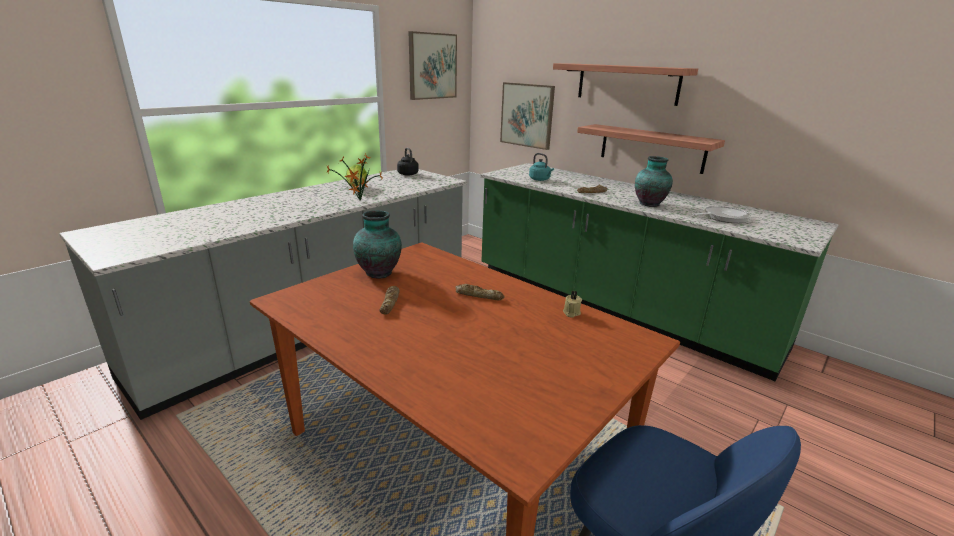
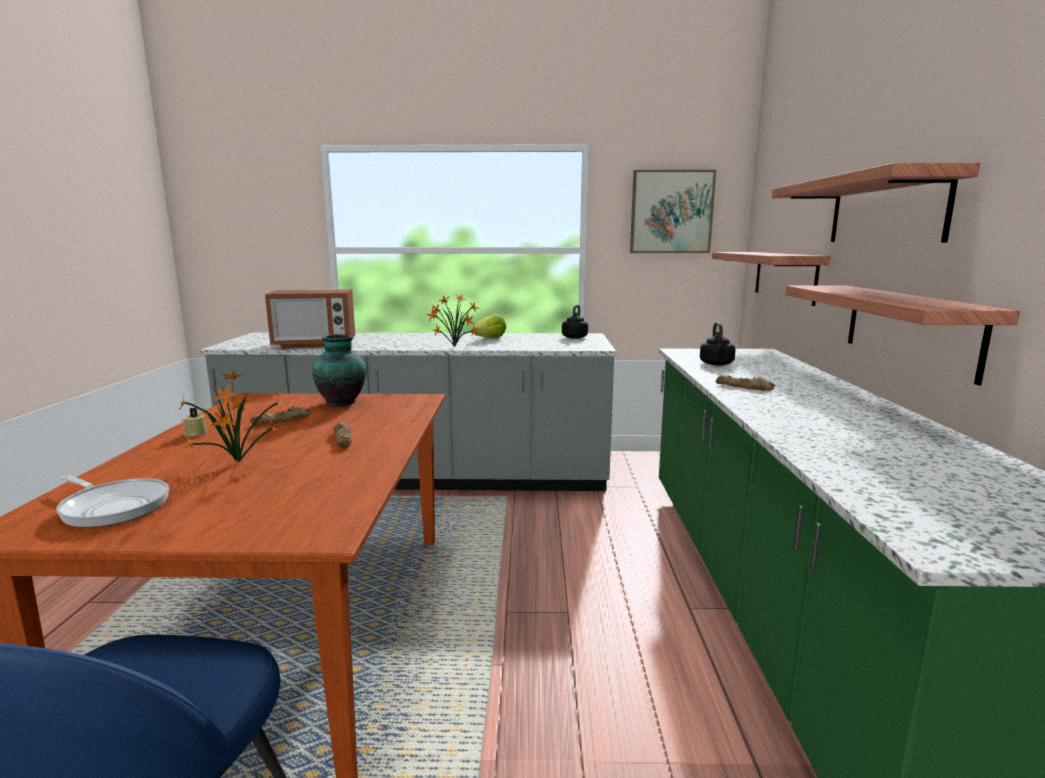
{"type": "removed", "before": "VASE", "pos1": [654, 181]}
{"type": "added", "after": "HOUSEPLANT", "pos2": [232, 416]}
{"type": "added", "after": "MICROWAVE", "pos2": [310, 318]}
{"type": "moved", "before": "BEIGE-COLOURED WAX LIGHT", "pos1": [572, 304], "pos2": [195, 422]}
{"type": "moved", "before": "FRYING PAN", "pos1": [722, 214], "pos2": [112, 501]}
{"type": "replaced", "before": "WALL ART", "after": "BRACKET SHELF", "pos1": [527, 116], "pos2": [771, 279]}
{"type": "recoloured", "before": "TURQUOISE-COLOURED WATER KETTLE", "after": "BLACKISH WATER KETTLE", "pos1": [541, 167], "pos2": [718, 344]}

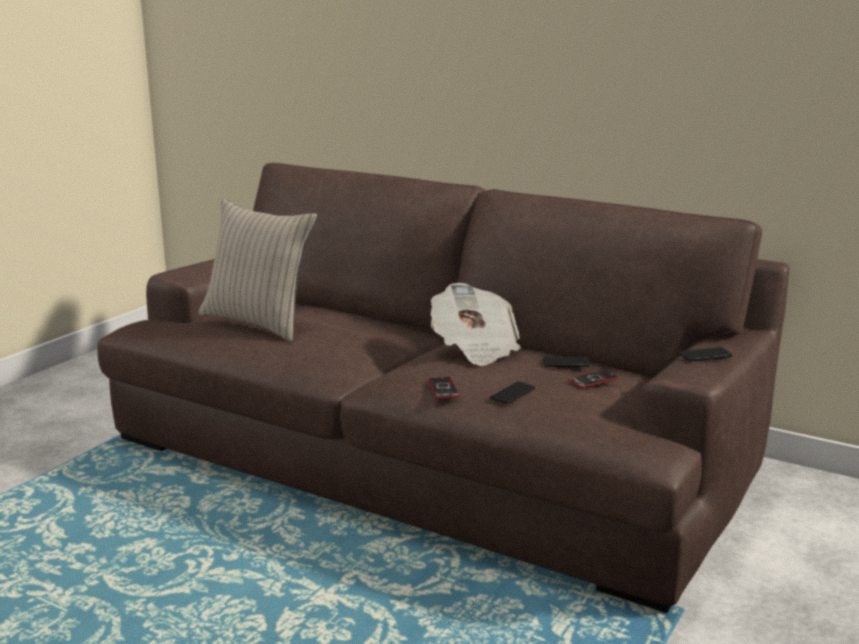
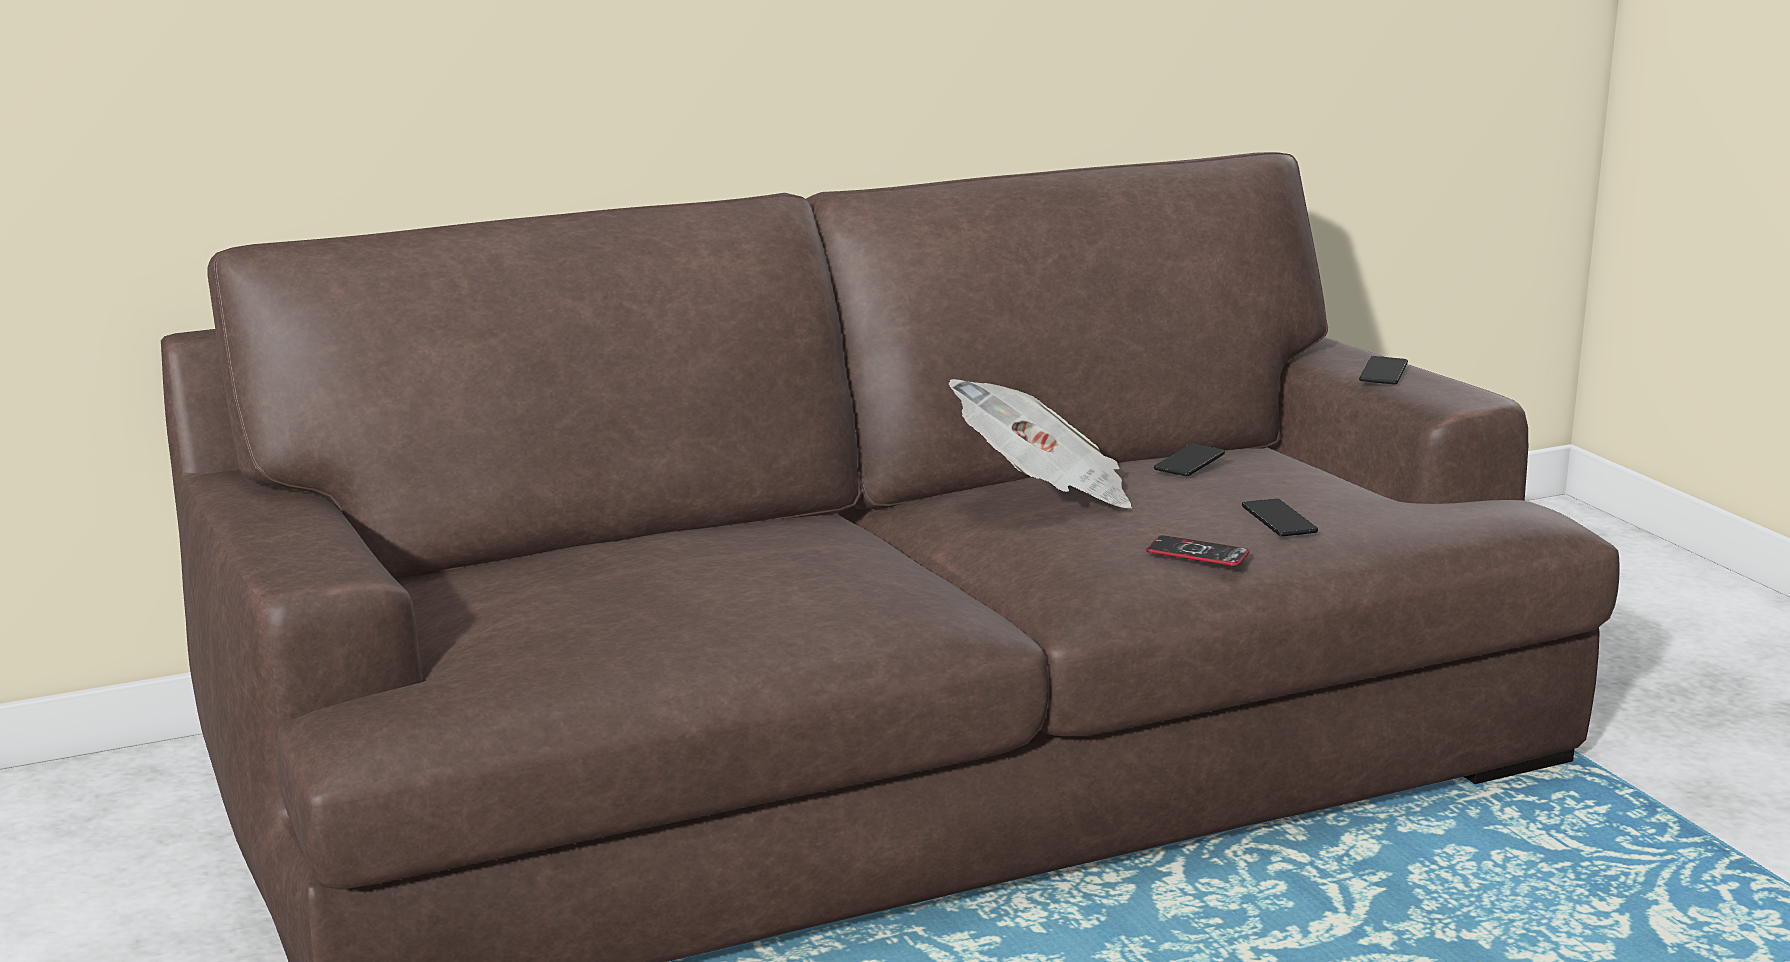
{"type": "removed", "before": "BEIGE-COLOURED CUSHION", "pos1": [258, 270]}
{"type": "removed", "before": "HANDSET", "pos1": [593, 379]}

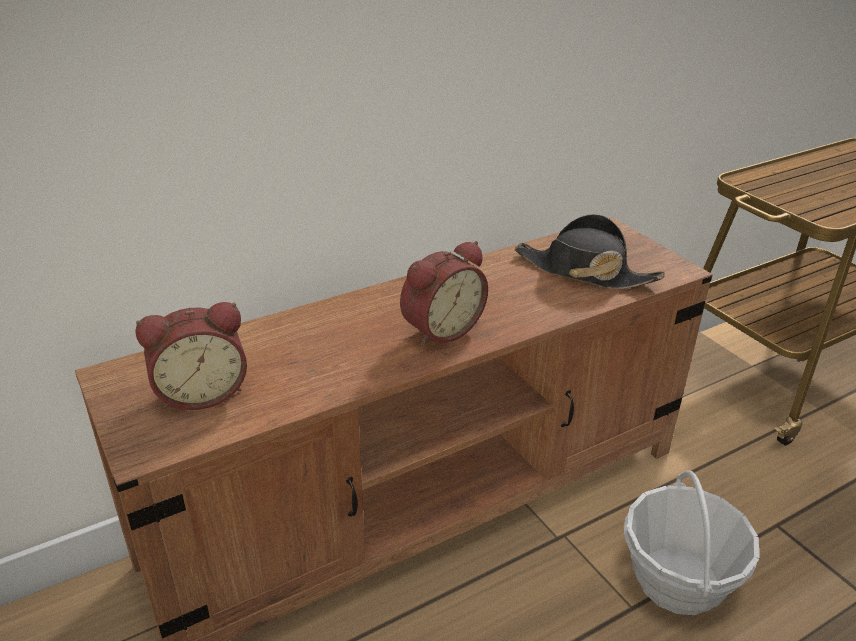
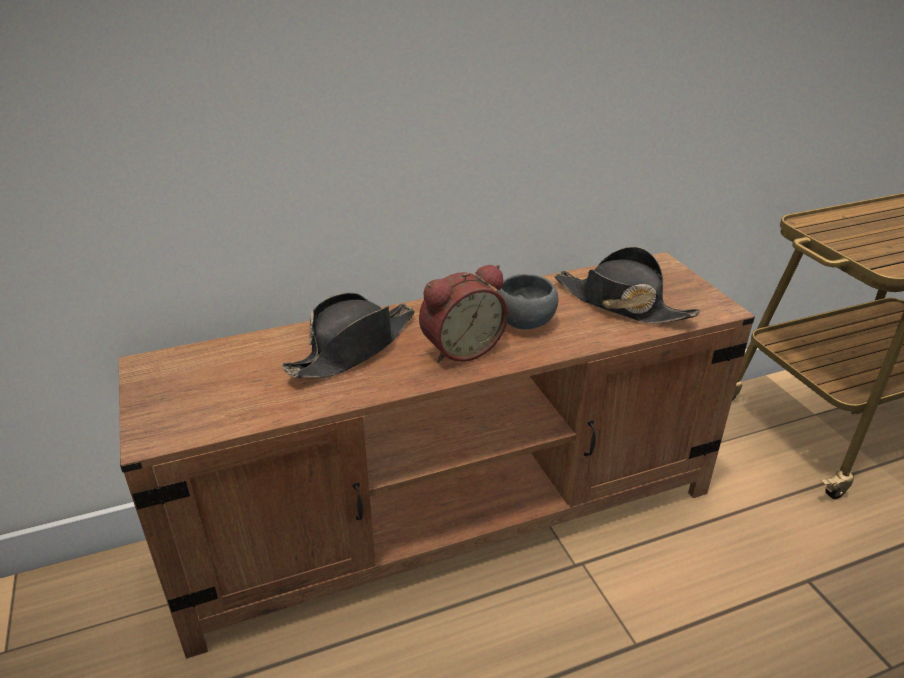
{"type": "removed", "before": "BEDSIDE CLOCK", "pos1": [191, 356]}
{"type": "removed", "before": "STORAGE BASKET", "pos1": [691, 542]}
{"type": "added", "after": "BLACKISH HAT", "pos2": [348, 335]}
{"type": "added", "after": "GRAY DEEP DISH", "pos2": [527, 301]}

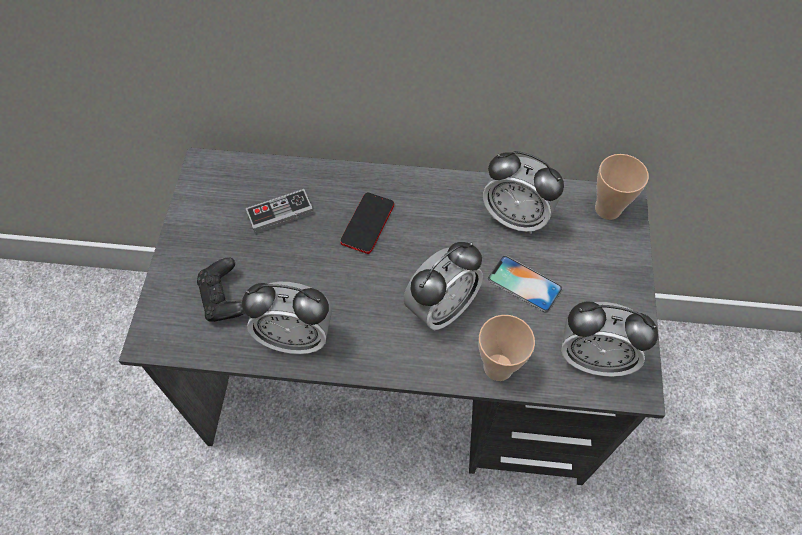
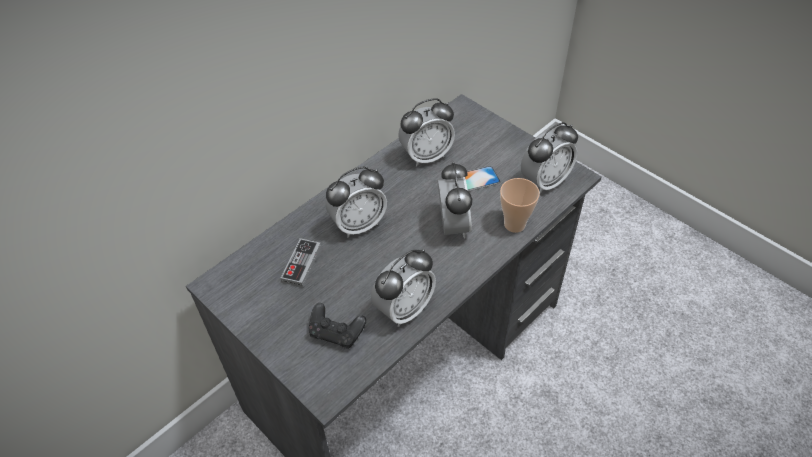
{"type": "removed", "before": "SMALL CUP", "pos1": [622, 187]}
{"type": "replaced", "before": "HANDSET", "after": "BEDSIDE CLOCK", "pos1": [367, 223], "pos2": [356, 202]}

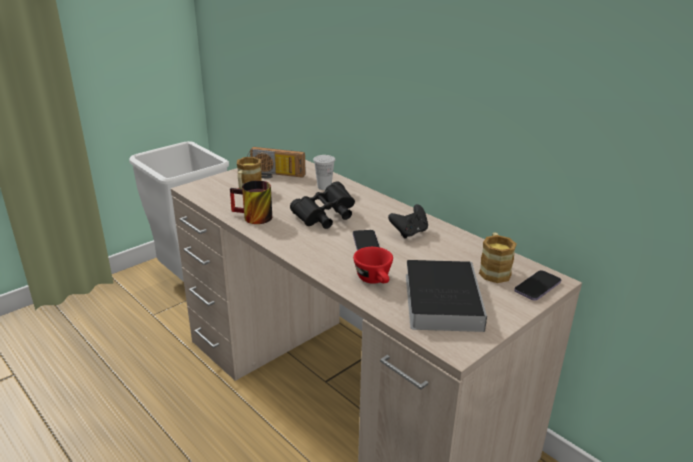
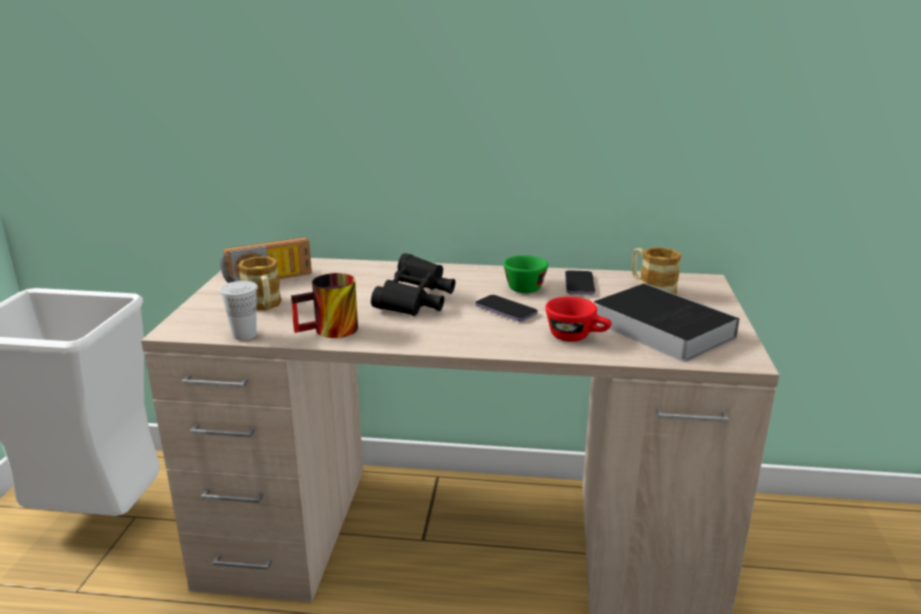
{"type": "moved", "before": "WHITE-COLOURED SMALL CUP", "pos1": [324, 172], "pos2": [238, 310]}
{"type": "moved", "before": "HANDSET", "pos1": [537, 285], "pos2": [580, 282]}
{"type": "replaced", "before": "BLACKISH GAME CONTROLLER", "after": "GREENISH SMALL CUP", "pos1": [408, 221], "pos2": [525, 274]}

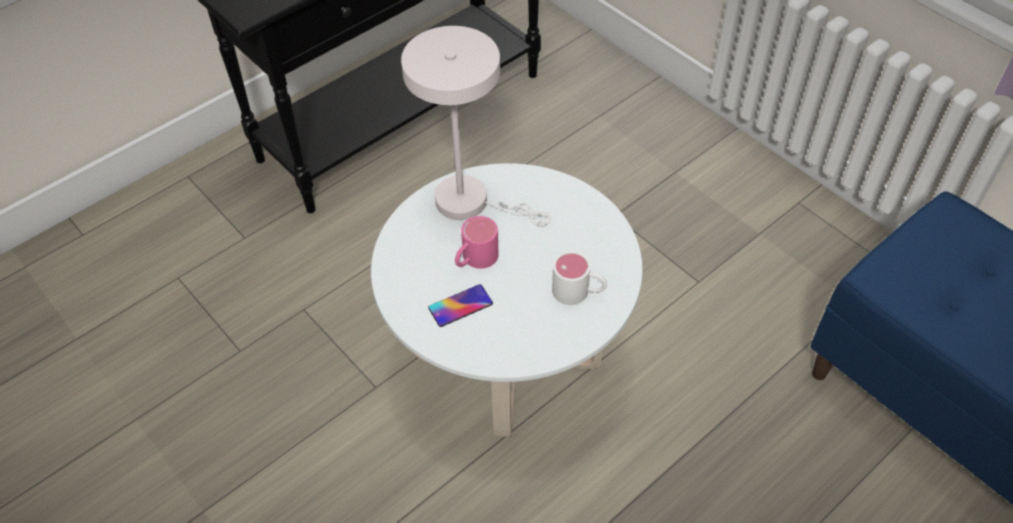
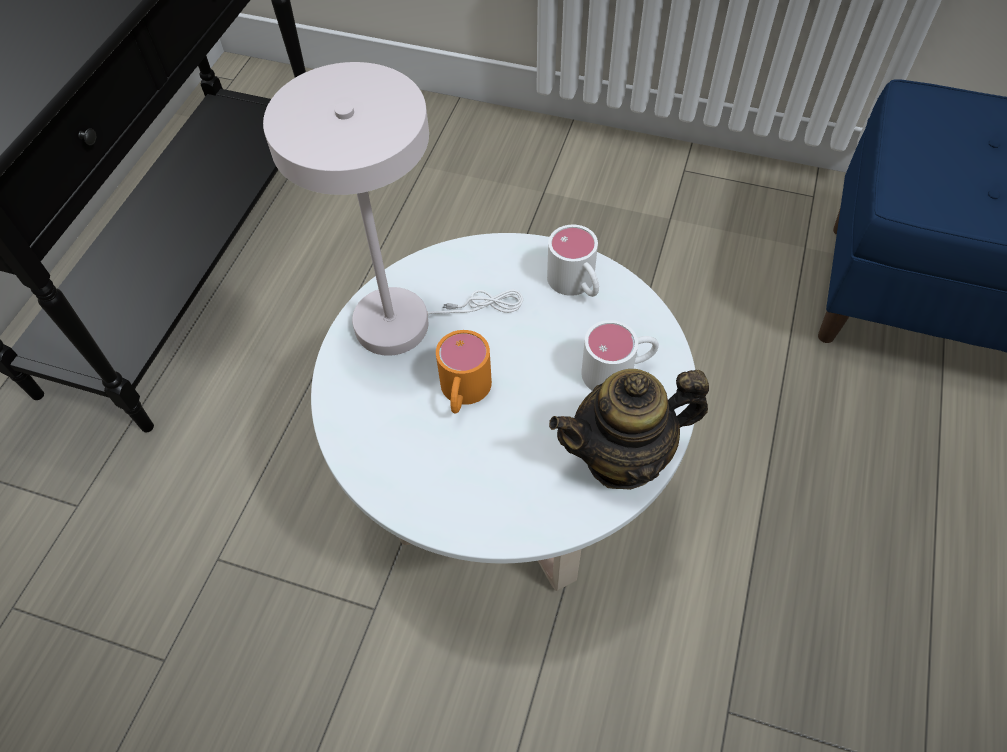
{"type": "removed", "before": "HANDSET", "pos1": [460, 305]}
{"type": "added", "after": "WHITE-COLOURED MUG", "pos2": [573, 261]}
{"type": "added", "after": "TEAPOT", "pos2": [629, 429]}
{"type": "recoloured", "before": "PINKISH MUG", "after": "ORANGE-COLOURED MUG", "pos1": [477, 242], "pos2": [464, 372]}

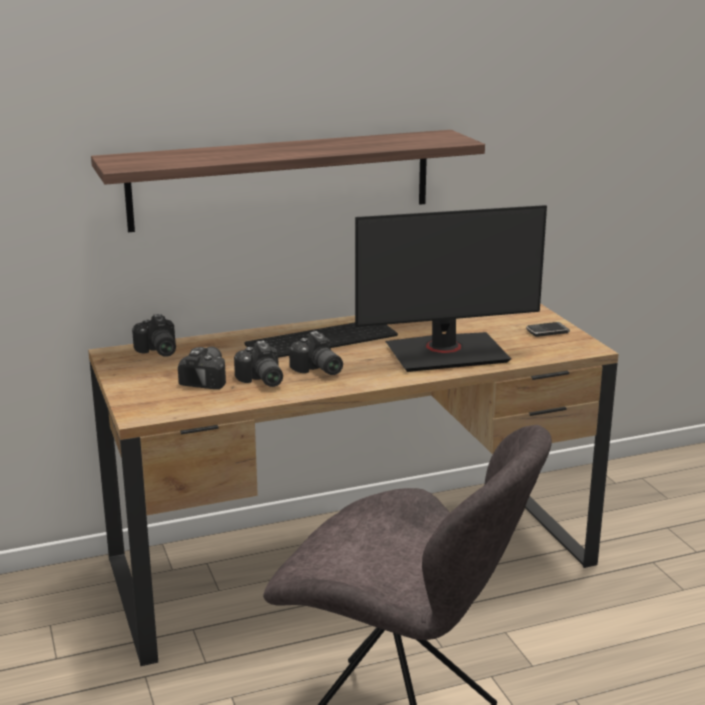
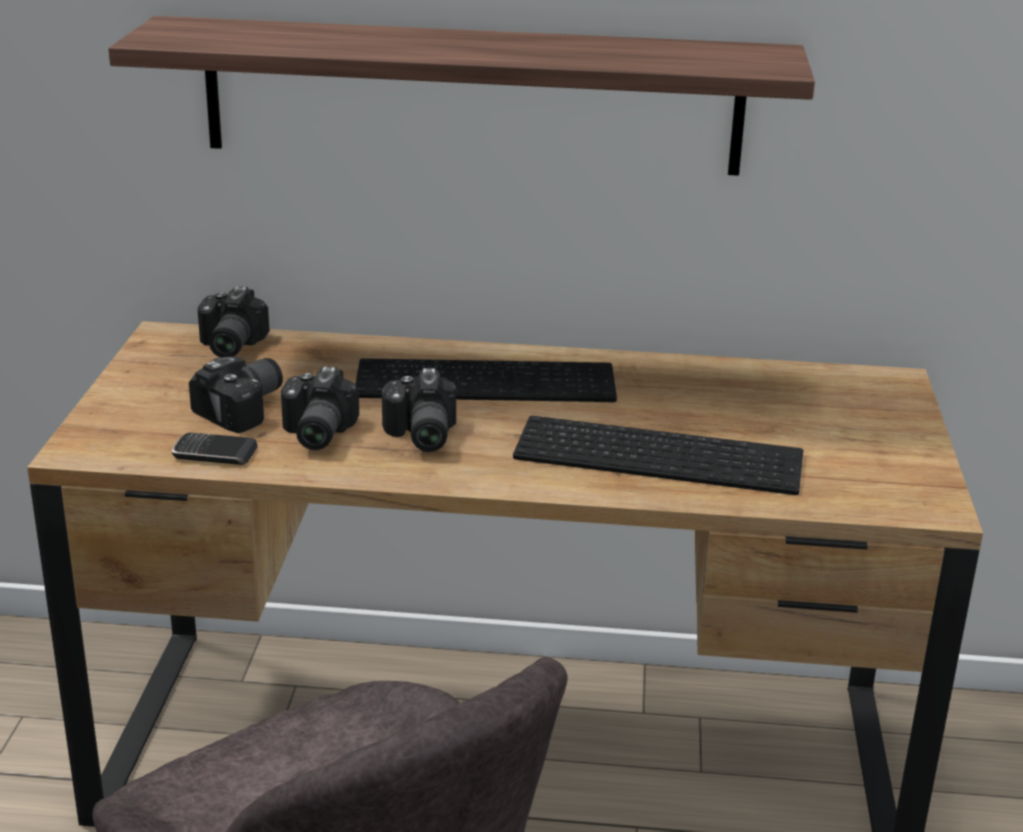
{"type": "moved", "before": "HANDSET", "pos1": [548, 329], "pos2": [215, 448]}
{"type": "replaced", "before": "COMPUTER SCREEN", "after": "COMPUTER KEYBOARD", "pos1": [451, 288], "pos2": [658, 455]}

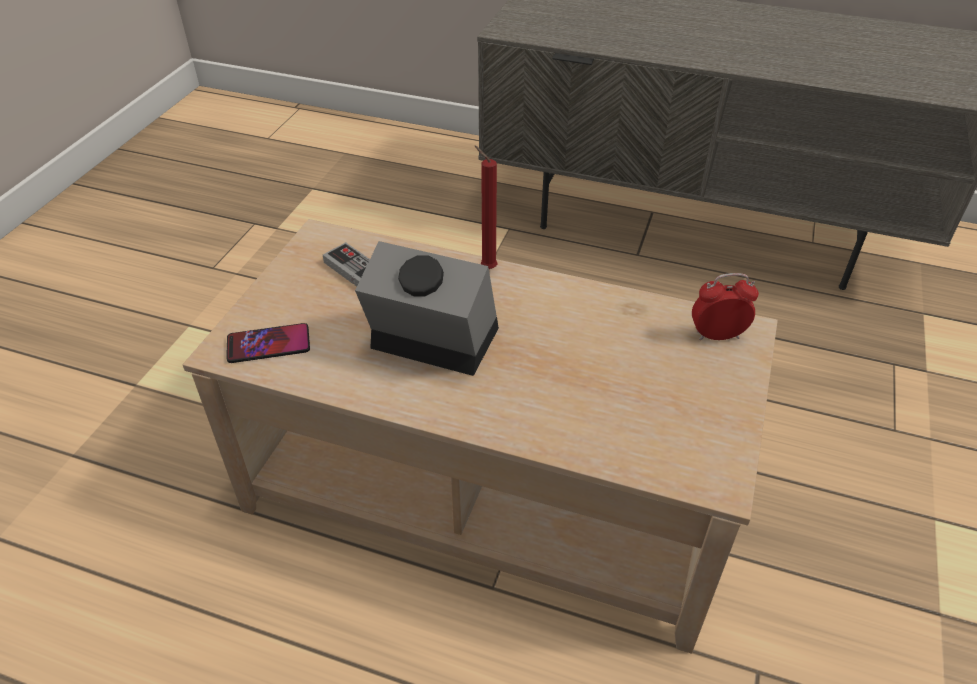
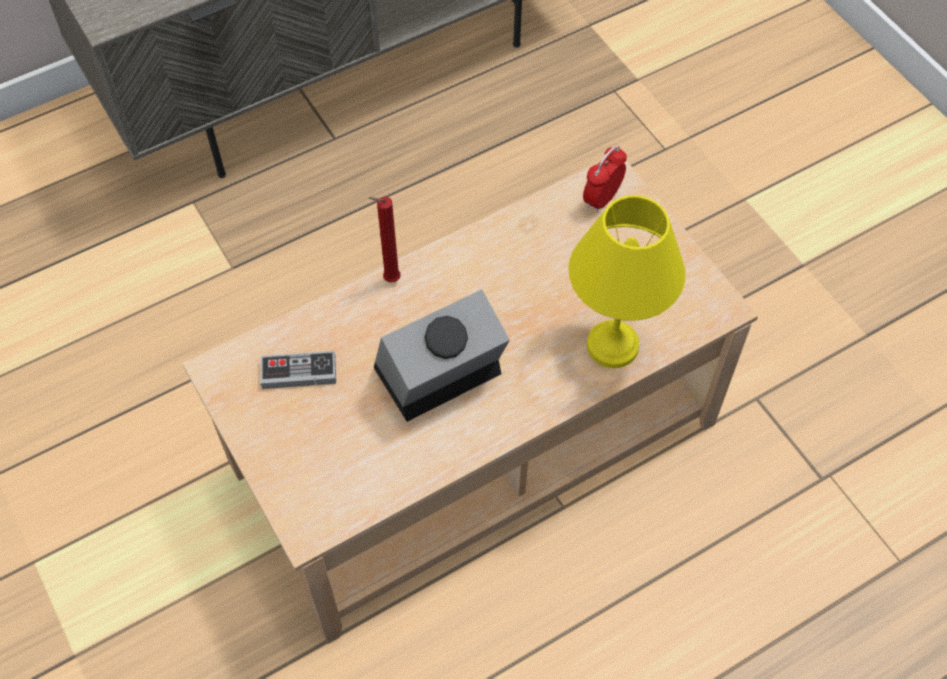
{"type": "removed", "before": "HANDSET", "pos1": [268, 343]}
{"type": "added", "after": "YELLOW TABLETOP LAMP", "pos2": [627, 281]}

